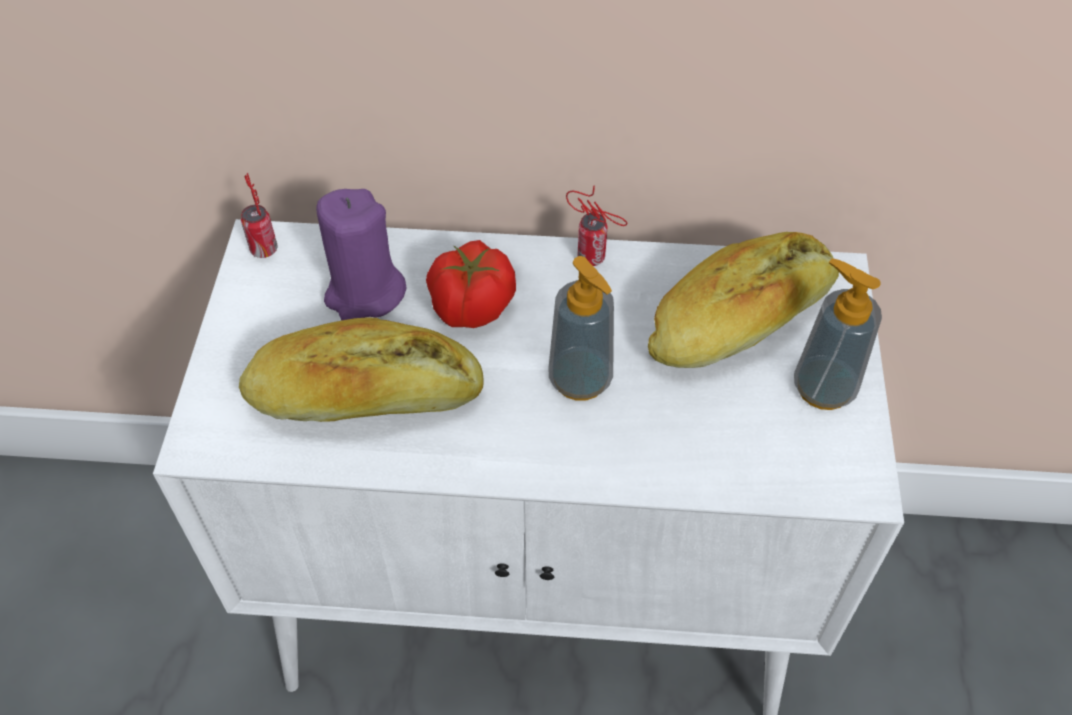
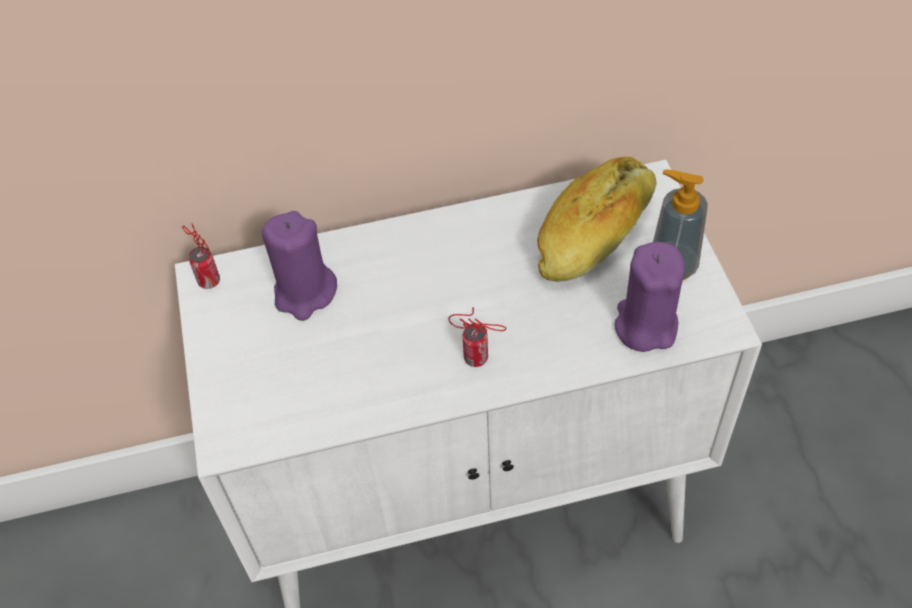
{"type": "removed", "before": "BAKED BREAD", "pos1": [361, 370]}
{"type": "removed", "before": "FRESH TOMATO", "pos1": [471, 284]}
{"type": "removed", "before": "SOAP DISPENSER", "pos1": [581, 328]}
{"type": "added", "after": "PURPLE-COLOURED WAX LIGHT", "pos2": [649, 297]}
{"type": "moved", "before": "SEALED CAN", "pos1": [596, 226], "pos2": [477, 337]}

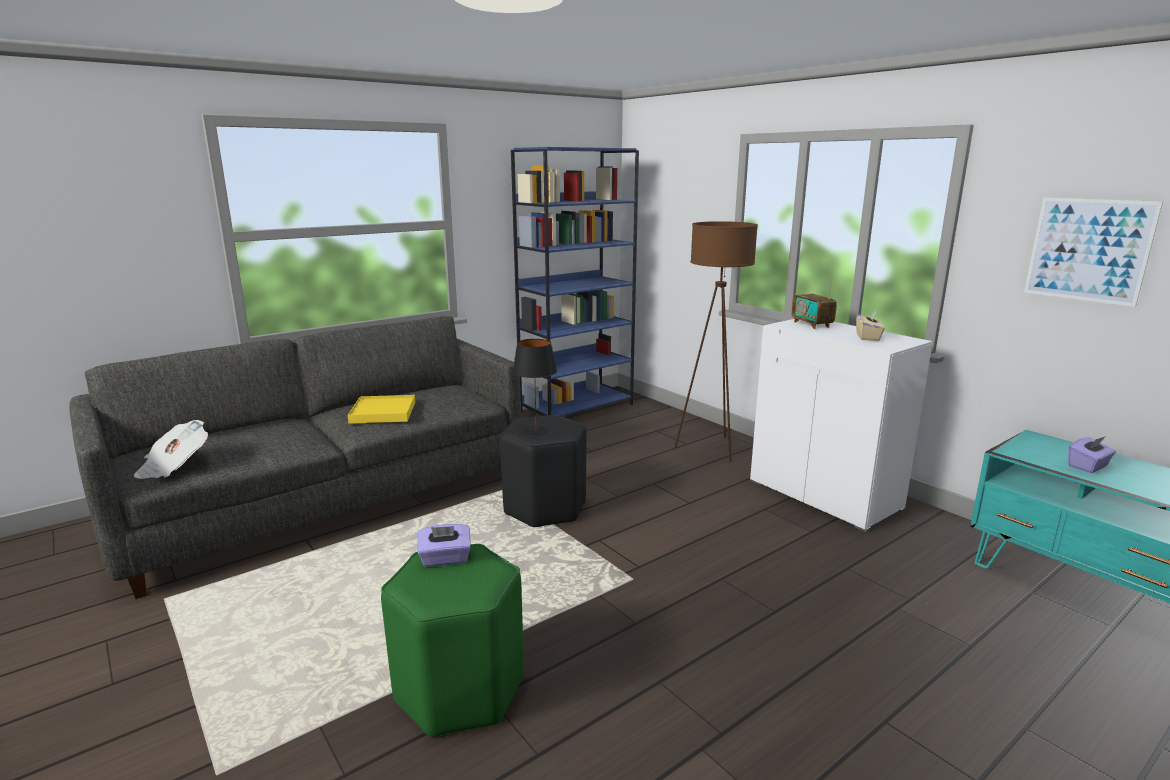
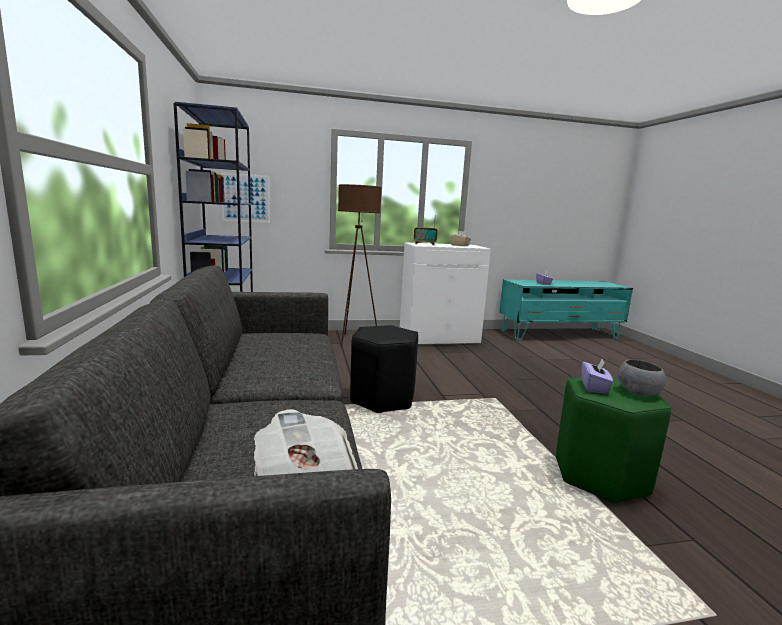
{"type": "removed", "before": "YELLOW SERVING TRAY", "pos1": [381, 409]}
{"type": "removed", "before": "BLACKISH TABLETOP LAMP", "pos1": [534, 387]}
{"type": "added", "after": "GRAY DEEP DISH", "pos2": [642, 378]}
{"type": "moved", "before": "WALL ART", "pos1": [1093, 252], "pos2": [245, 198]}

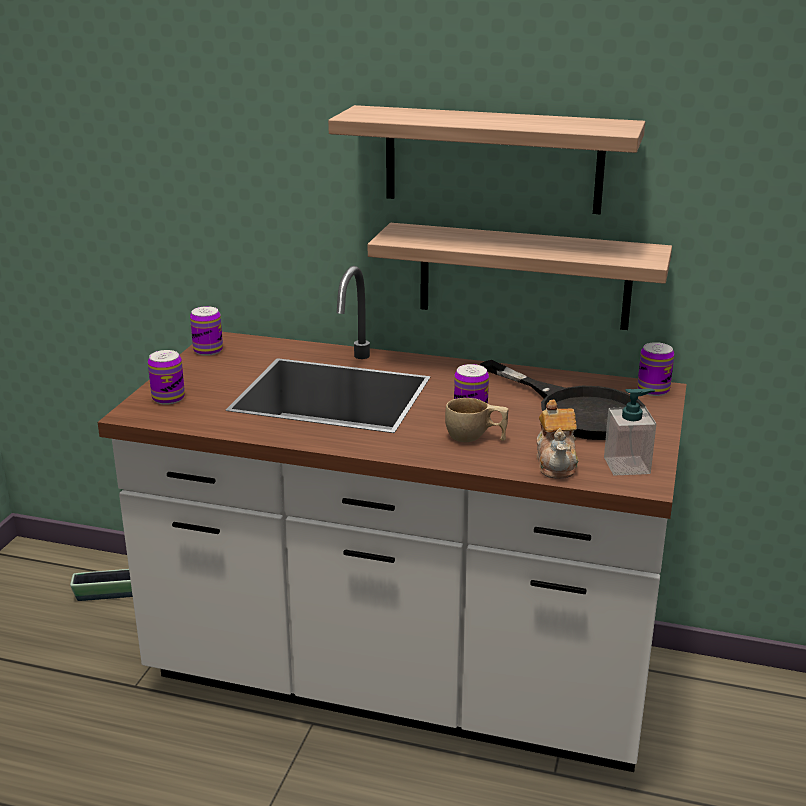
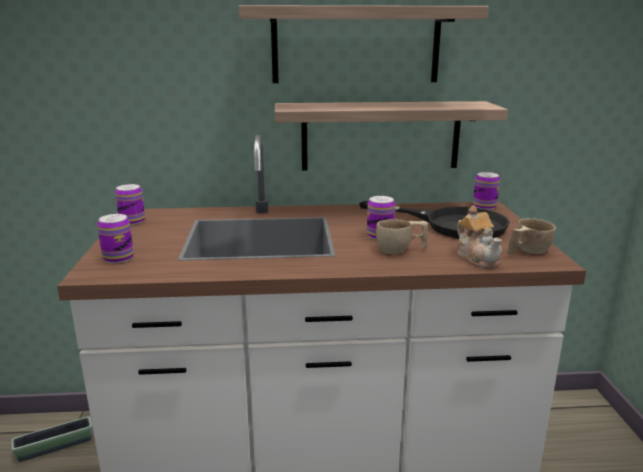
{"type": "replaced", "before": "SOAP DISPENSER", "after": "BEIGE-COLOURED SMALL CUP", "pos1": [630, 432], "pos2": [531, 236]}

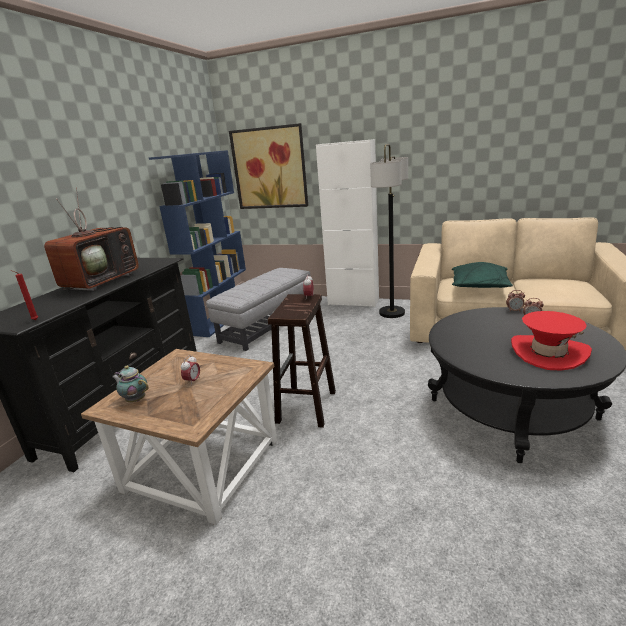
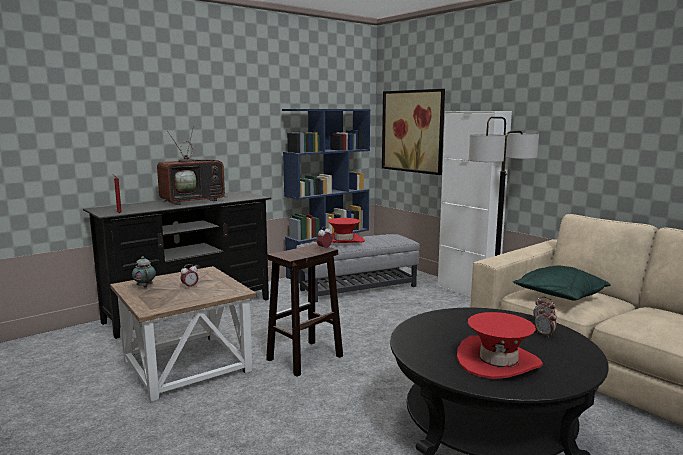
{"type": "added", "after": "REDDISH HAT", "pos2": [346, 230]}

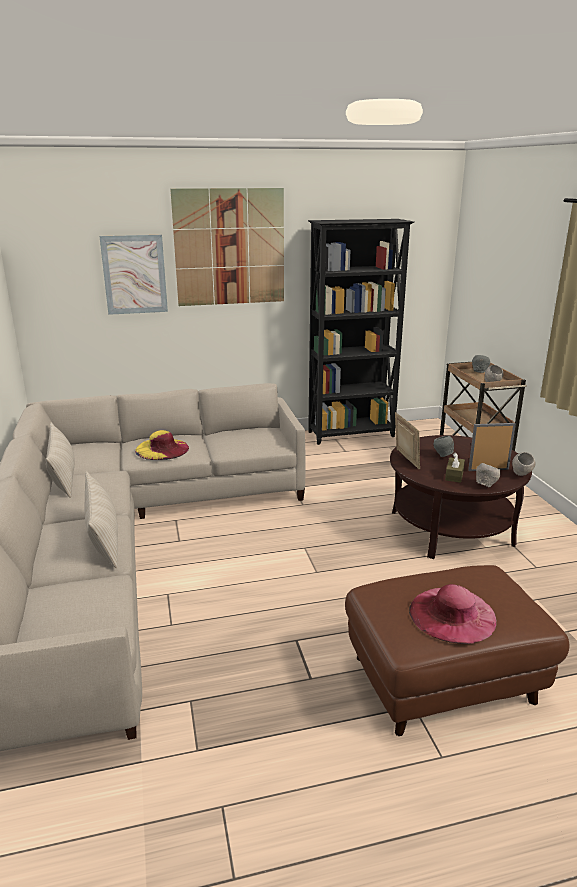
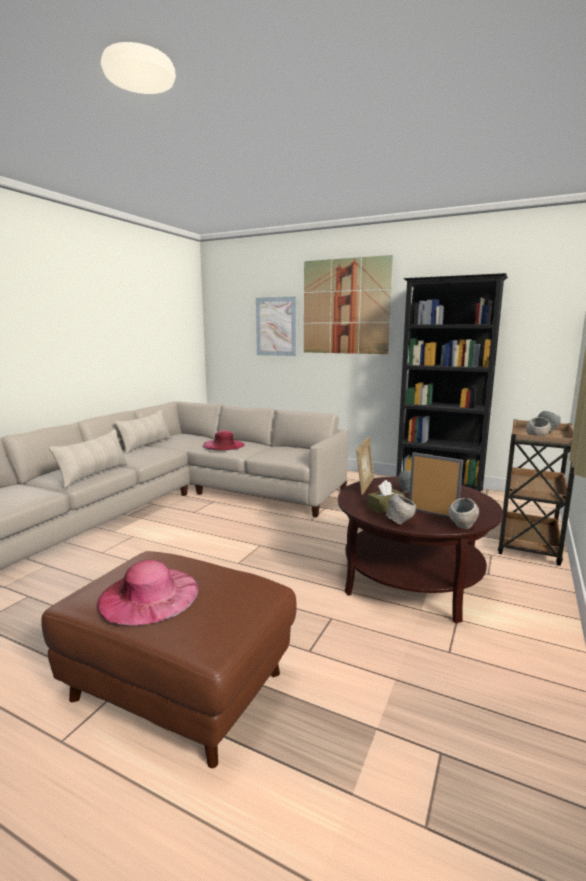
{"type": "recoloured", "before": "YELLOW HAT", "after": "PINKISH HAT", "pos1": [162, 445], "pos2": [224, 440]}

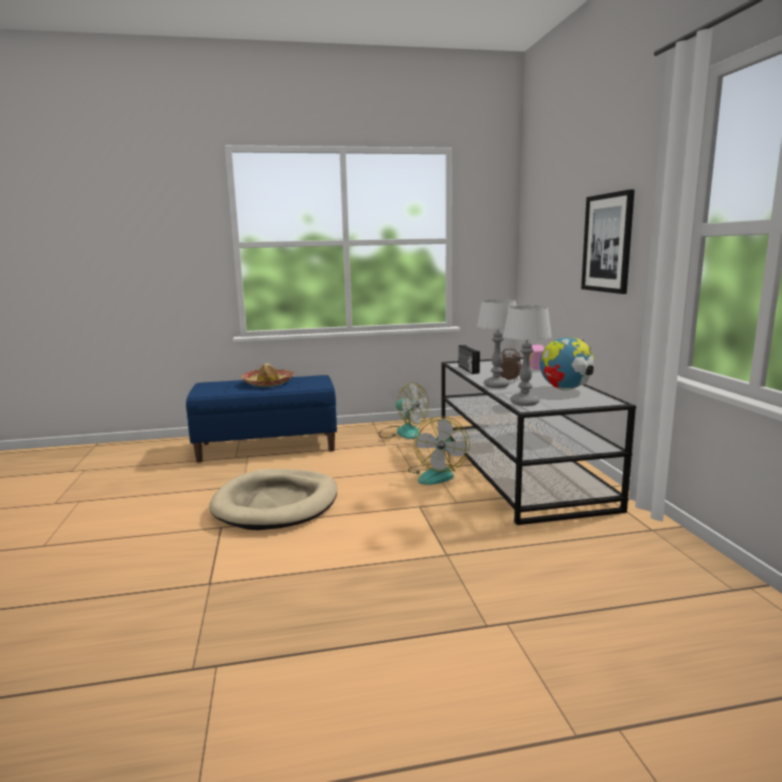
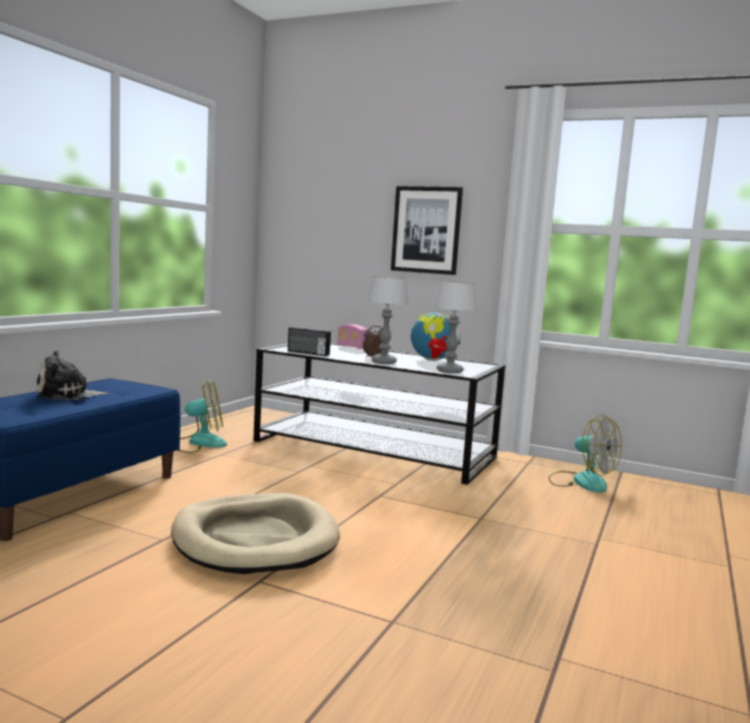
{"type": "moved", "before": "ELECTRIC FAN", "pos1": [439, 450], "pos2": [585, 454]}
{"type": "replaced", "before": "HAT", "after": "SOFT TOY", "pos1": [267, 375], "pos2": [72, 375]}

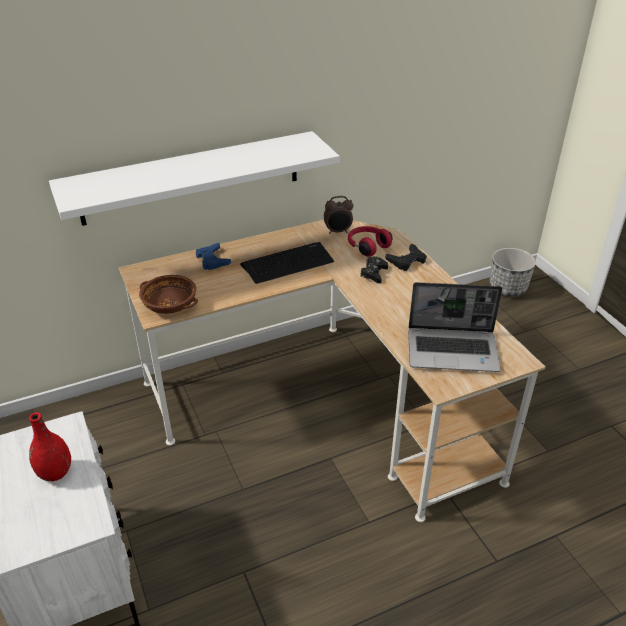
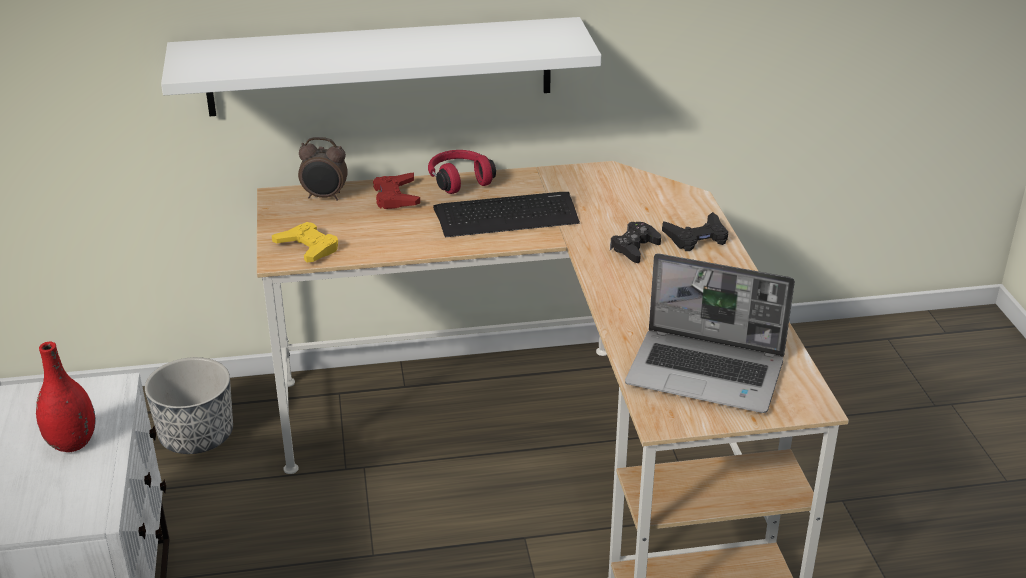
{"type": "moved", "before": "BEDSIDE CLOCK", "pos1": [338, 215], "pos2": [323, 169]}
{"type": "moved", "before": "REDDISH HEADSET", "pos1": [370, 241], "pos2": [462, 172]}
{"type": "moved", "before": "PLANTER", "pos1": [512, 272], "pos2": [189, 405]}
{"type": "replaced", "before": "BROWNISH DEEP DISH", "after": "YELLOW GAME CONTROLLER", "pos1": [168, 294], "pos2": [305, 242]}
{"type": "recoloured", "before": "BLUE GAME CONTROLLER", "after": "REDDISH GAME CONTROLLER", "pos1": [213, 256], "pos2": [396, 190]}

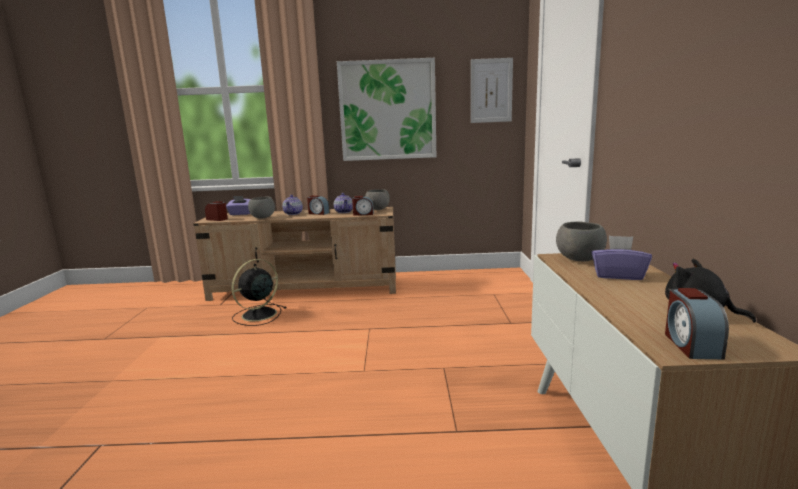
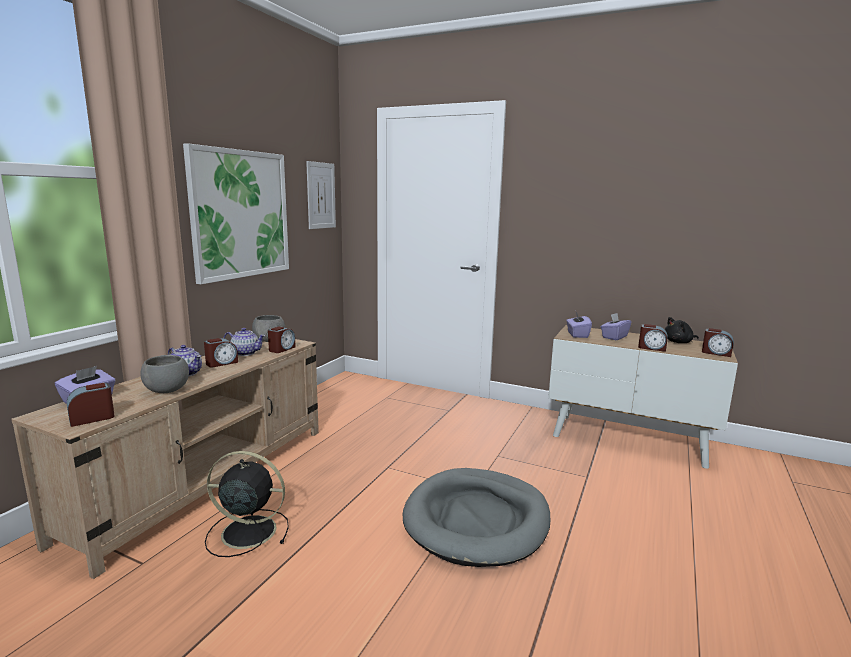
{"type": "added", "after": "GRAY DOG CUSHION", "pos2": [476, 517]}
{"type": "added", "after": "BEDSIDE CLOCK", "pos2": [653, 338]}
{"type": "replaced", "before": "GRAY DEEP DISH", "after": "PURPLE-COLOURED BOX OF TISSUES", "pos1": [581, 241], "pos2": [579, 324]}
{"type": "turned", "before": "BLACKISH ELECTRIC FAN", "pos1": [259, 292], "pos2": [247, 504], "turn": 120}

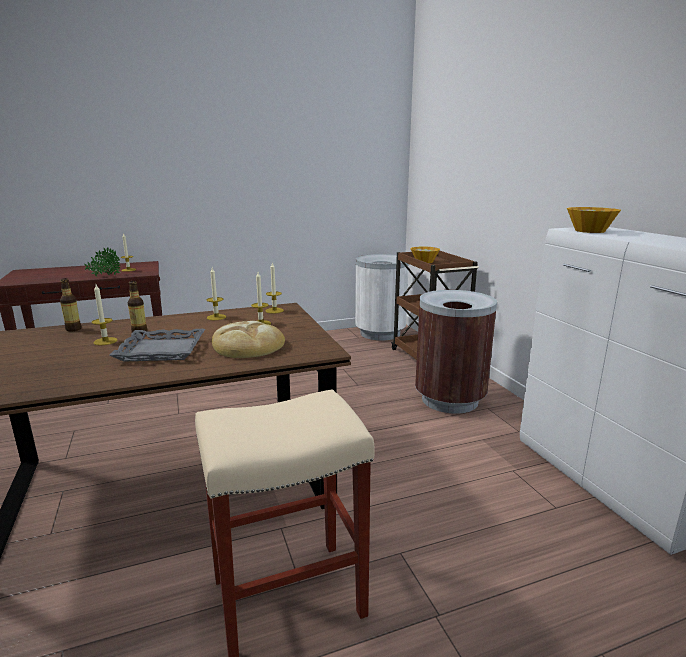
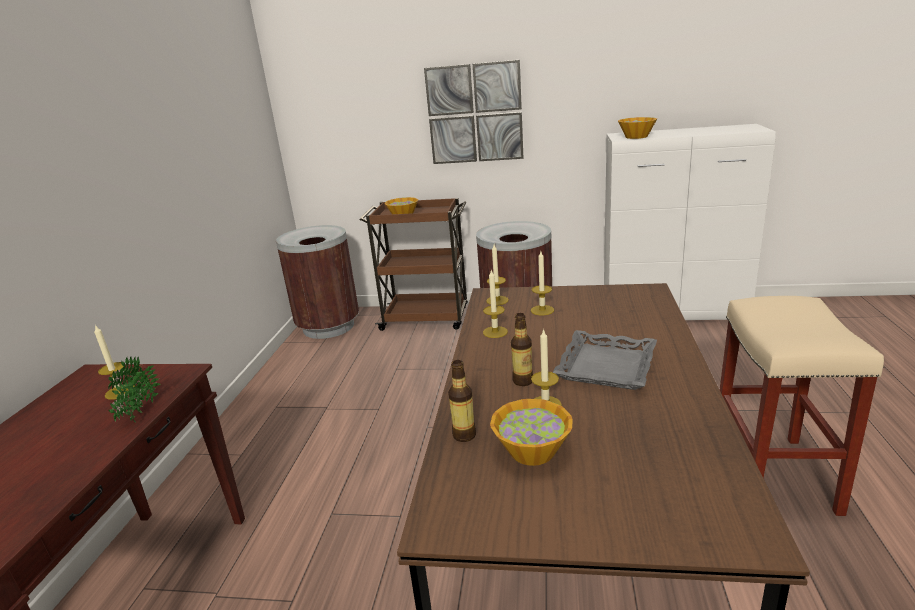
{"type": "removed", "before": "BAKED BREAD", "pos1": [248, 339]}
{"type": "added", "after": "WALL ART", "pos2": [473, 112]}
{"type": "added", "after": "DEEP DISH", "pos2": [531, 432]}
{"type": "recoloured", "before": "WHITE-COLOURED TRASH CAN", "after": "BROWNISH TRASH CAN", "pos1": [382, 297], "pos2": [317, 282]}

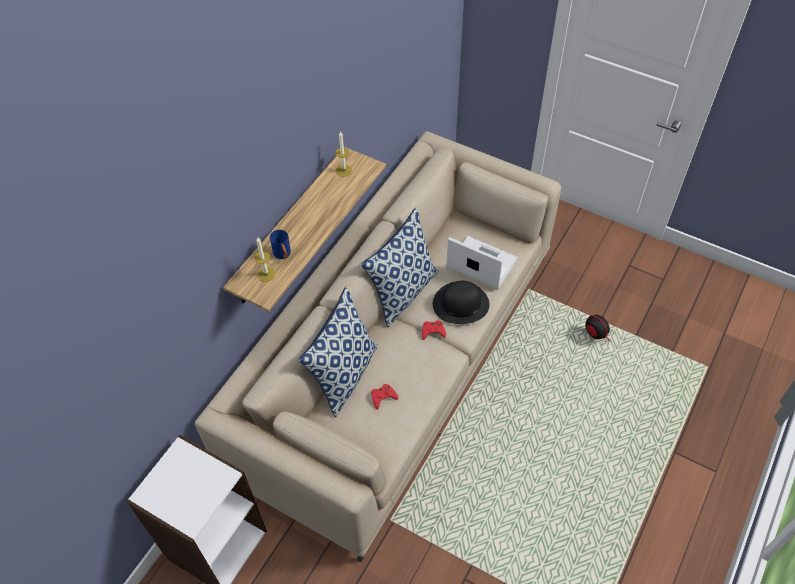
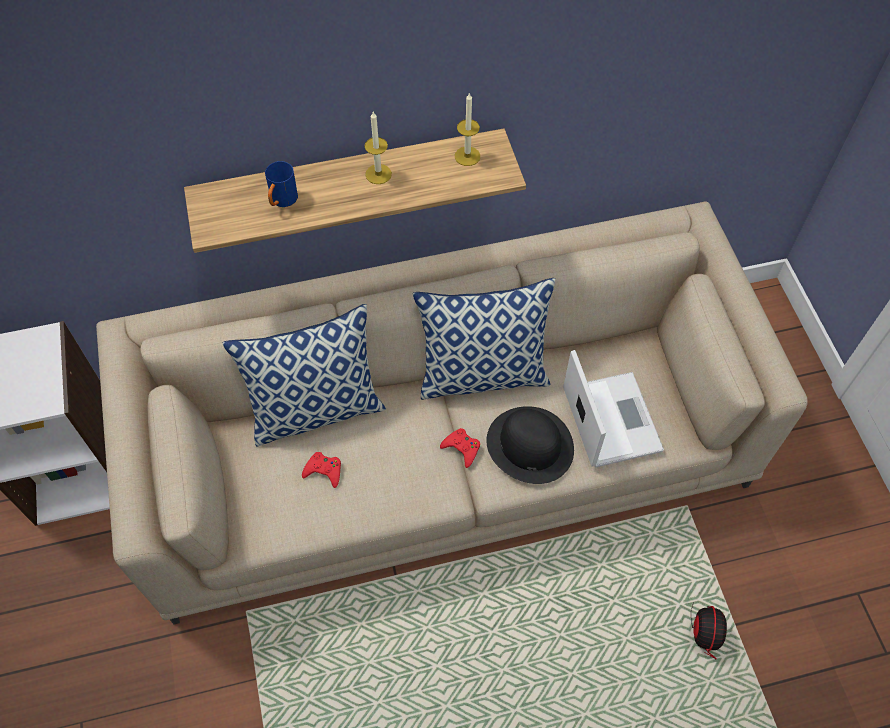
{"type": "moved", "before": "WAX LIGHT", "pos1": [265, 260], "pos2": [378, 148]}

